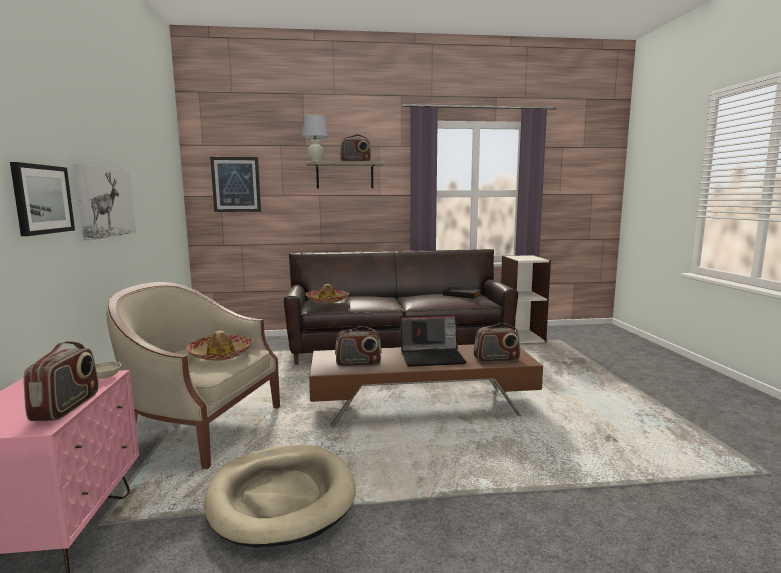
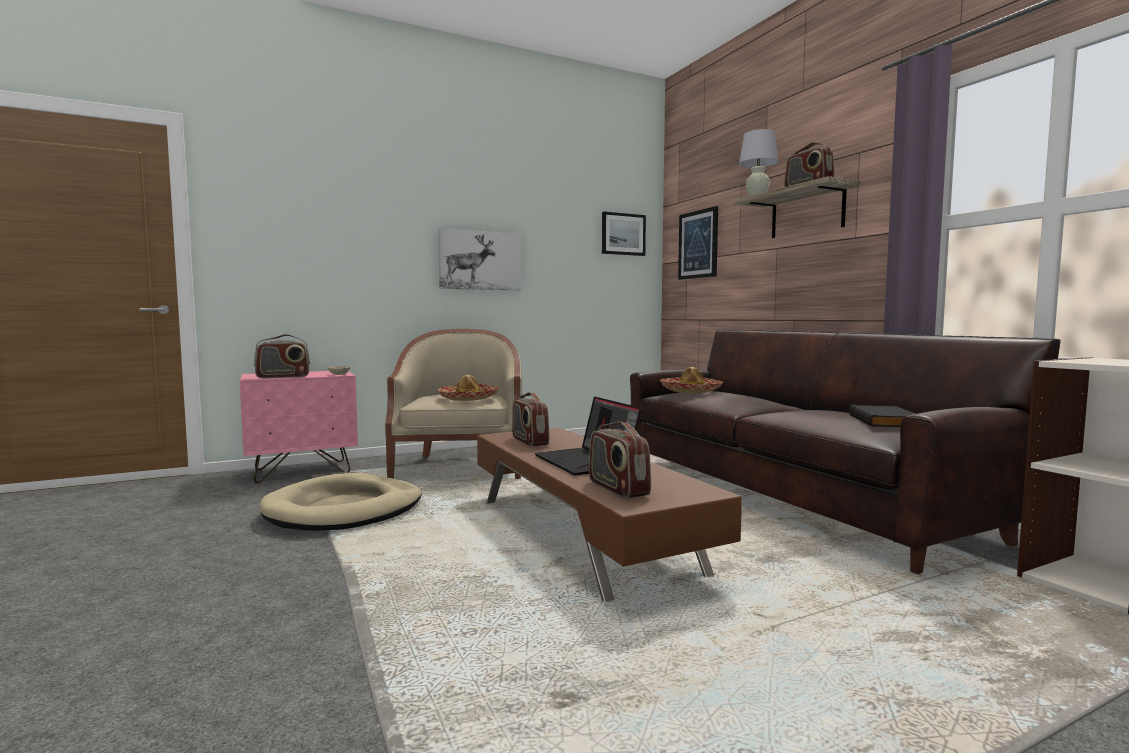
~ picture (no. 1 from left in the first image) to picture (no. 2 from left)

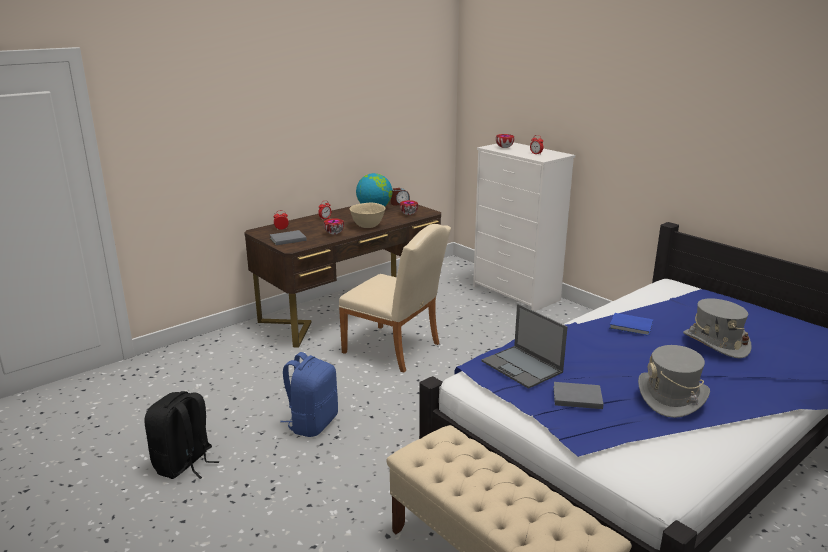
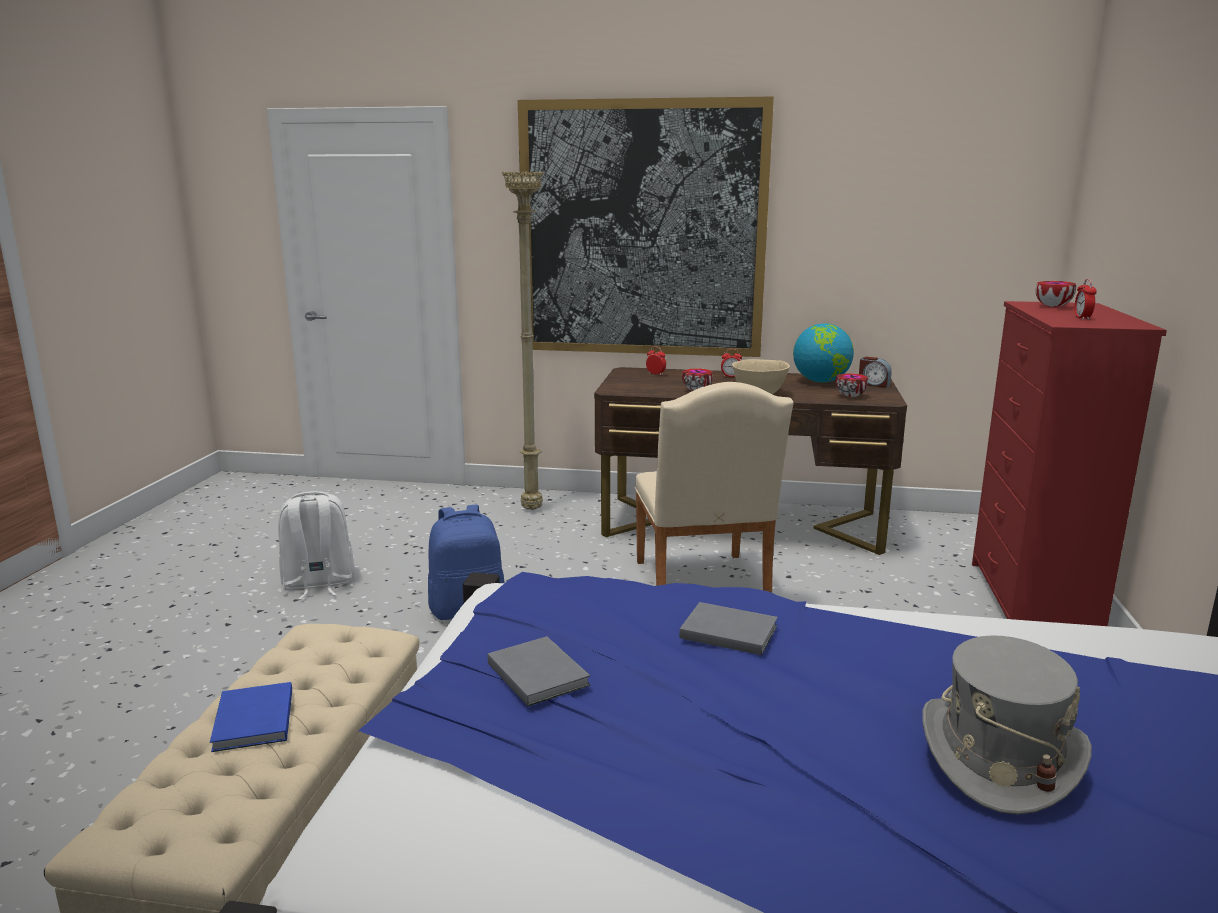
~ blackish rucksack to white-coloured rucksack
~ greyish bound book (no. 1 from left in the first image) to greyish bound book (no. 2 from left)
~ white-coloured drawer chest to red-coloured drawer chest
- notebook computer
~ blue bound book
- greyish wearable hat (no. 1 from left)
+ sand-coloured standing lamp
+ picture

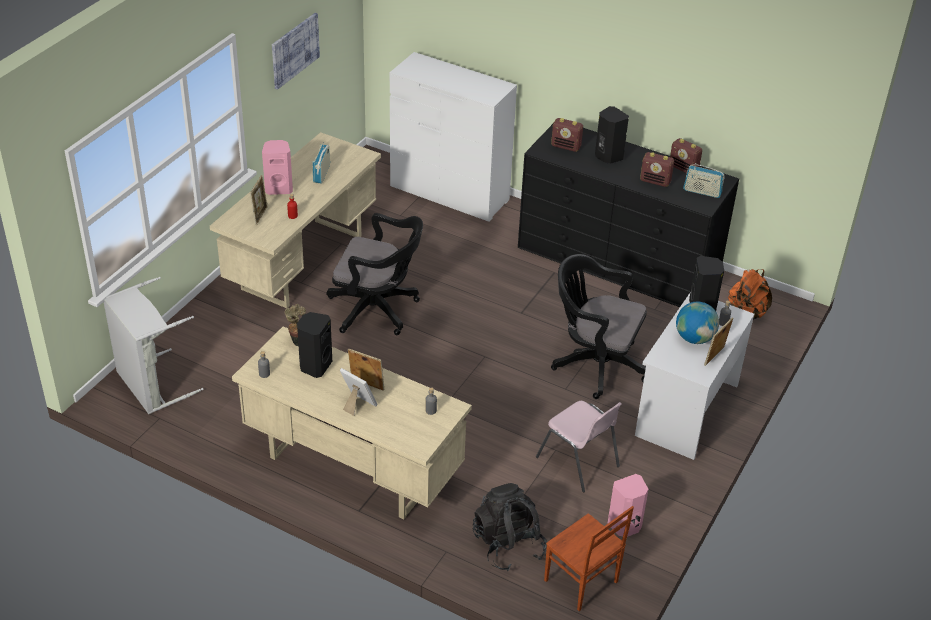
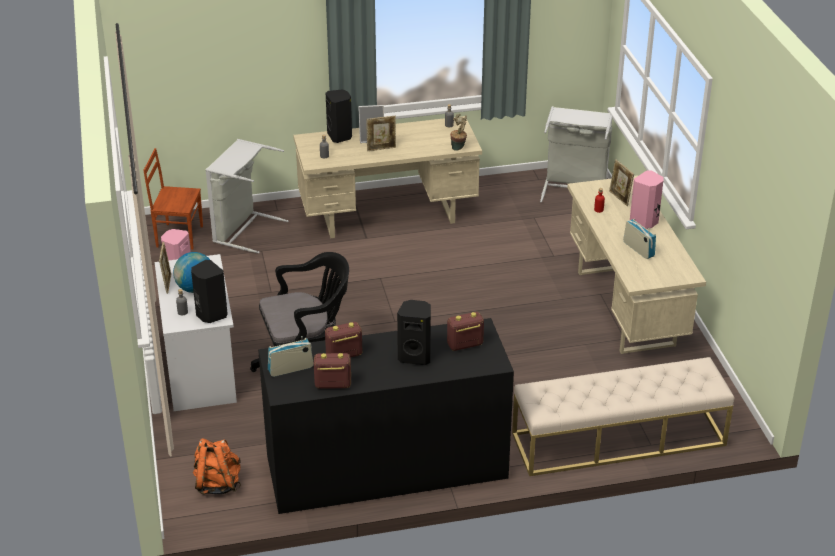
- picture
~ blackish speaker (no. 1 from left in the first image) to blackish speaker (no. 2 from left)
- blackish desk chair (no. 1 from left)
~ white-coloured drawer chest to sand-coloured bench
~ blackish rucksack to greyish washing basket (no. 1 from left)
- pink-coloured plain chair

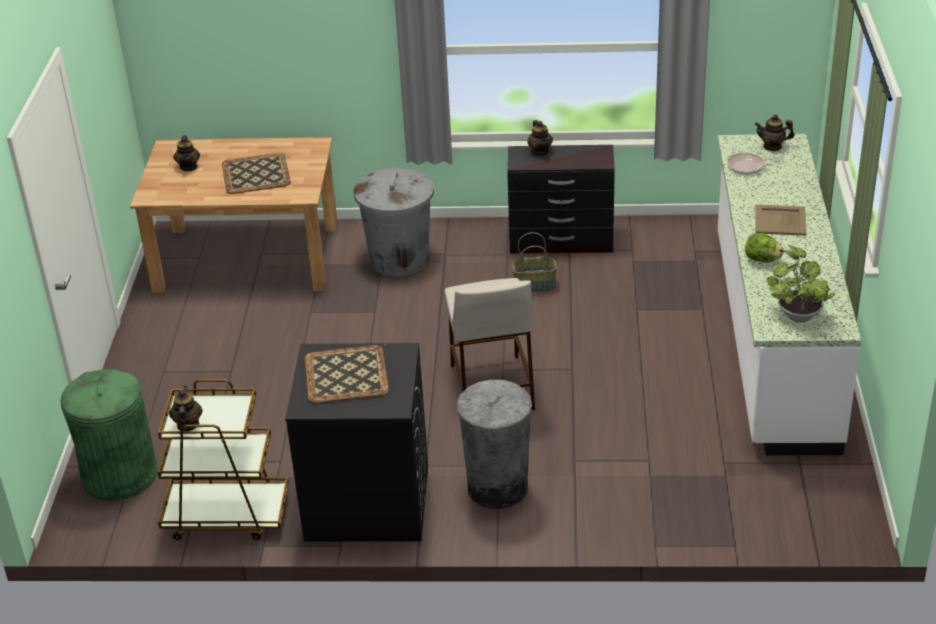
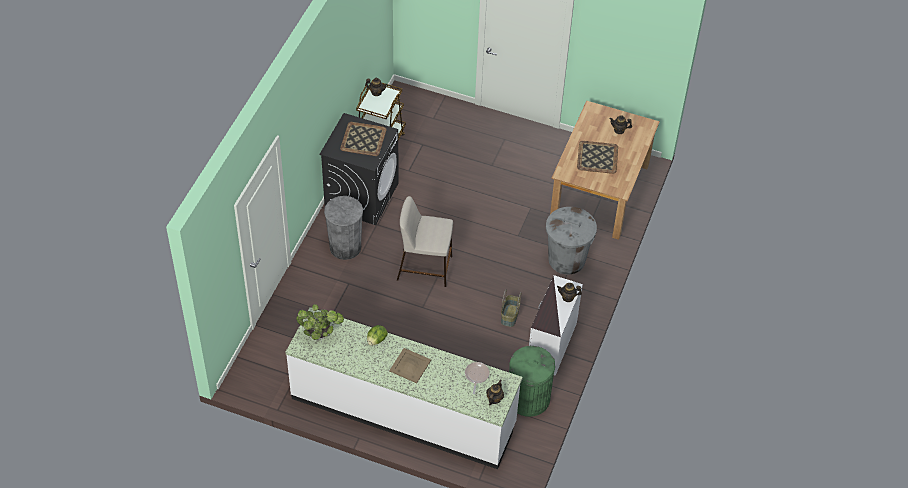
~ greenish trash can
~ blackish drawer chest to white-coloured drawer chest

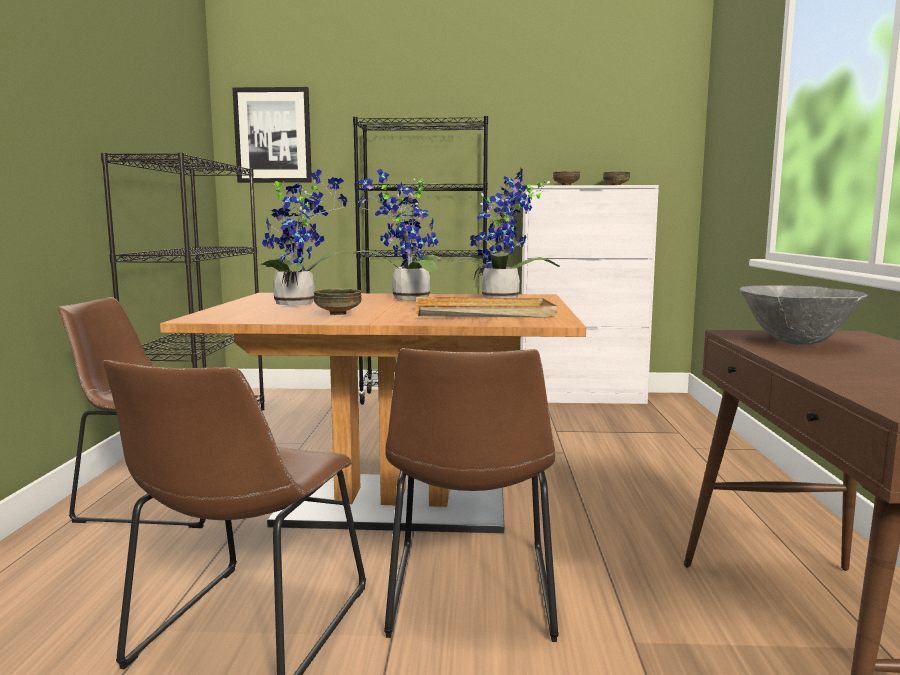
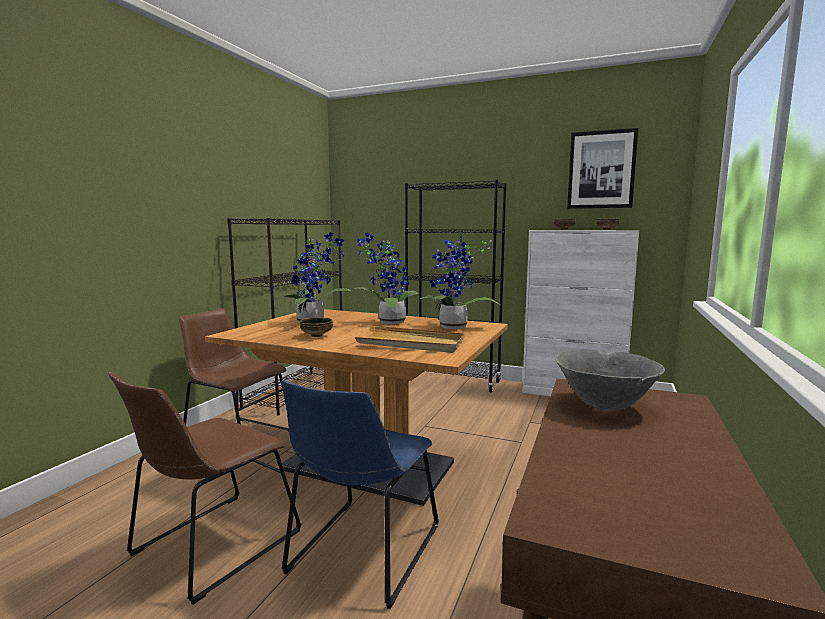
~ picture
~ brown plain chair (no. 3 from left) to blue plain chair

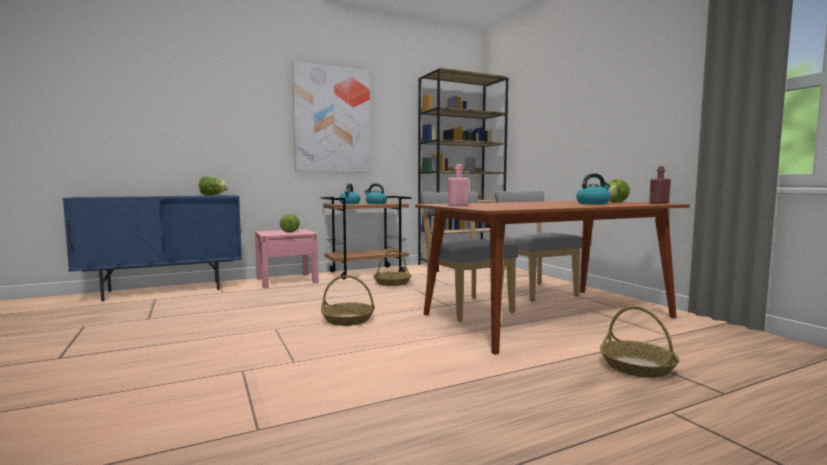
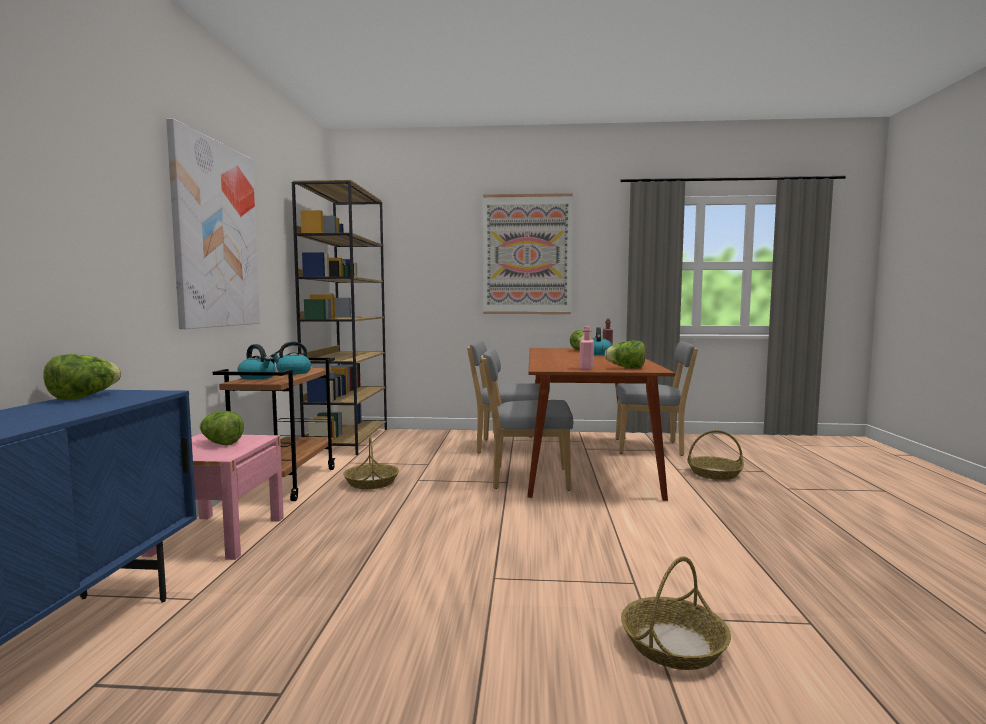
~ basket (no. 1 from left in the first image) to basket (no. 2 from left)
+ picture (no. 2 from left)
+ lettuce head (no. 4 from left)
+ greyish plain chair (no. 3 from left)

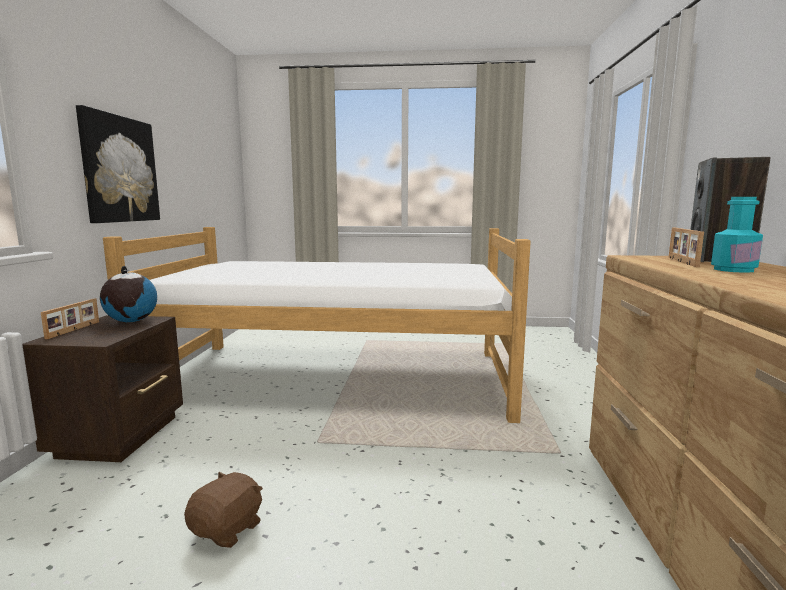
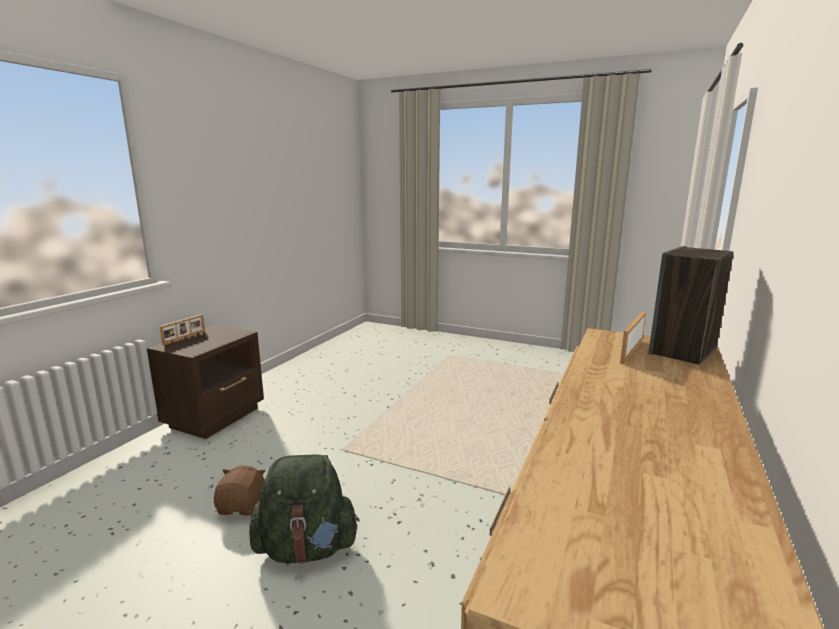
- picture
- globe
- bed
~ brown soft toy 45 degrees counterclockwise
- blue-green beverage bottle
+ greenish rucksack

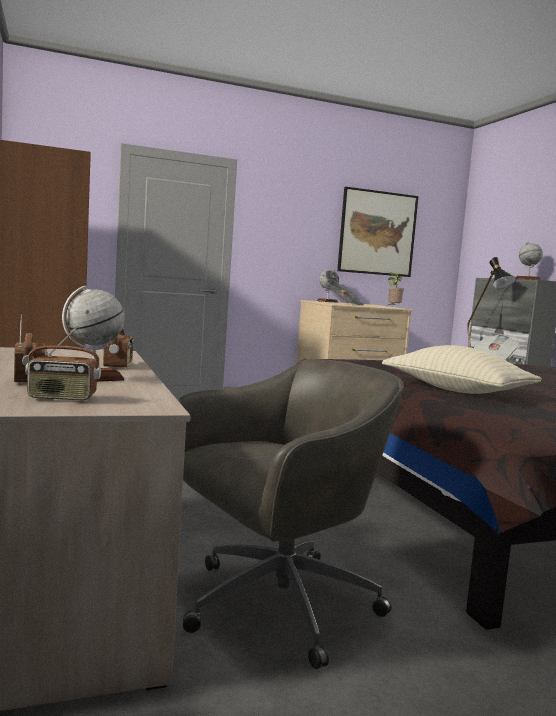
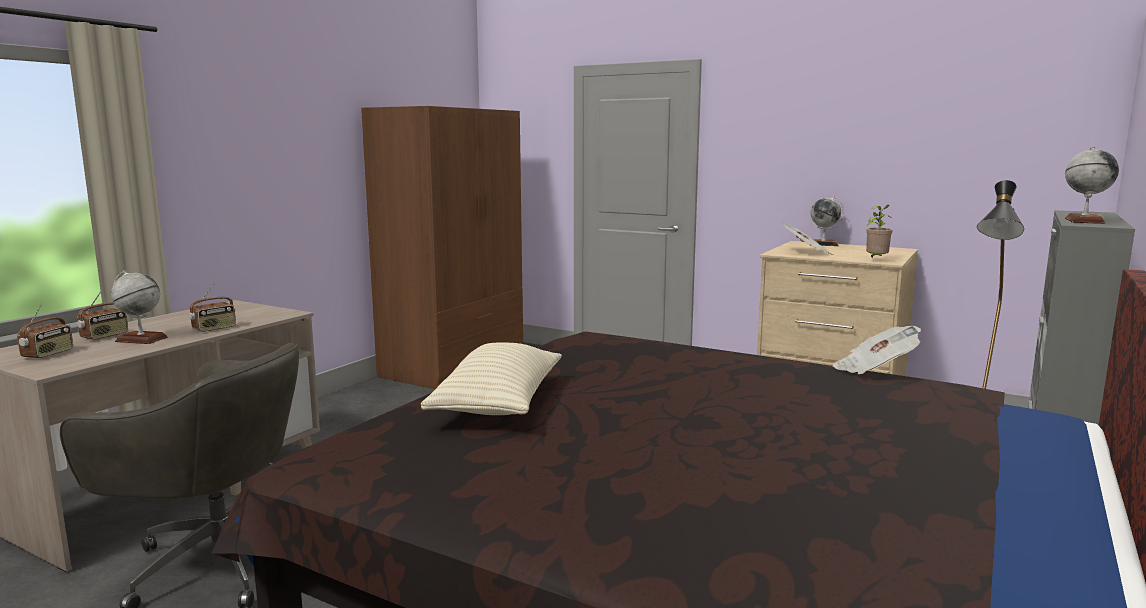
~ radio receiver (no. 2 from left in the first image) 120 degrees counterclockwise
- picture

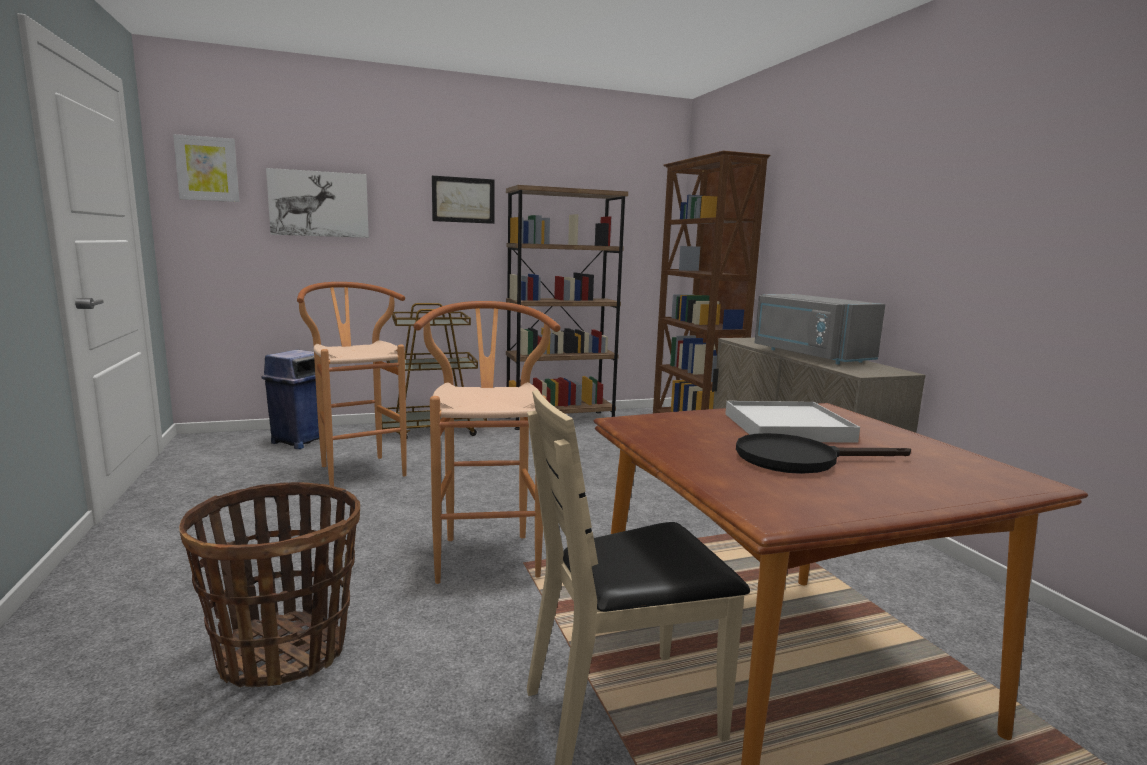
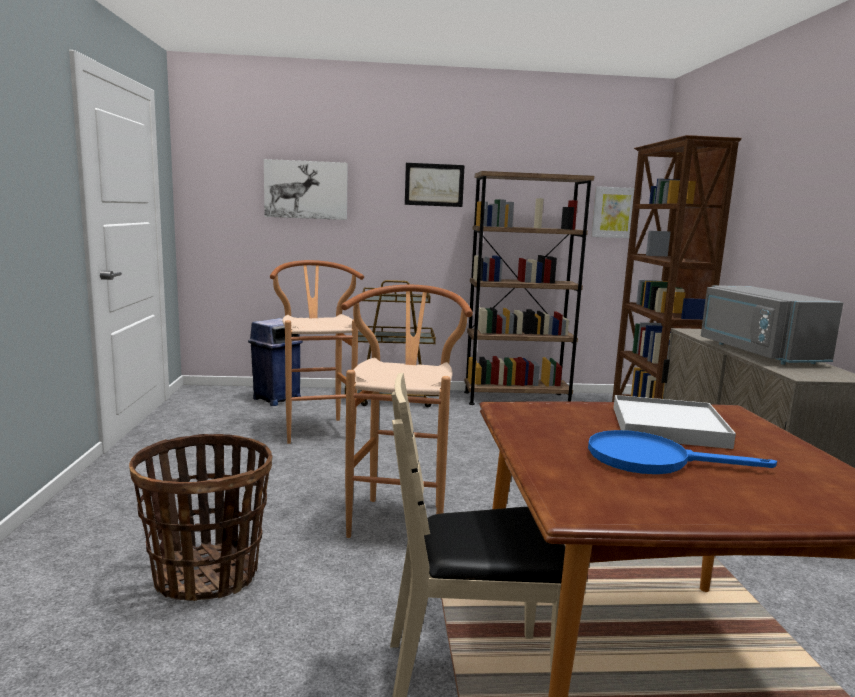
~ picture (no. 1 from left in the first image) to picture (no. 3 from left)
~ blackish frying pan to blue frying pan

